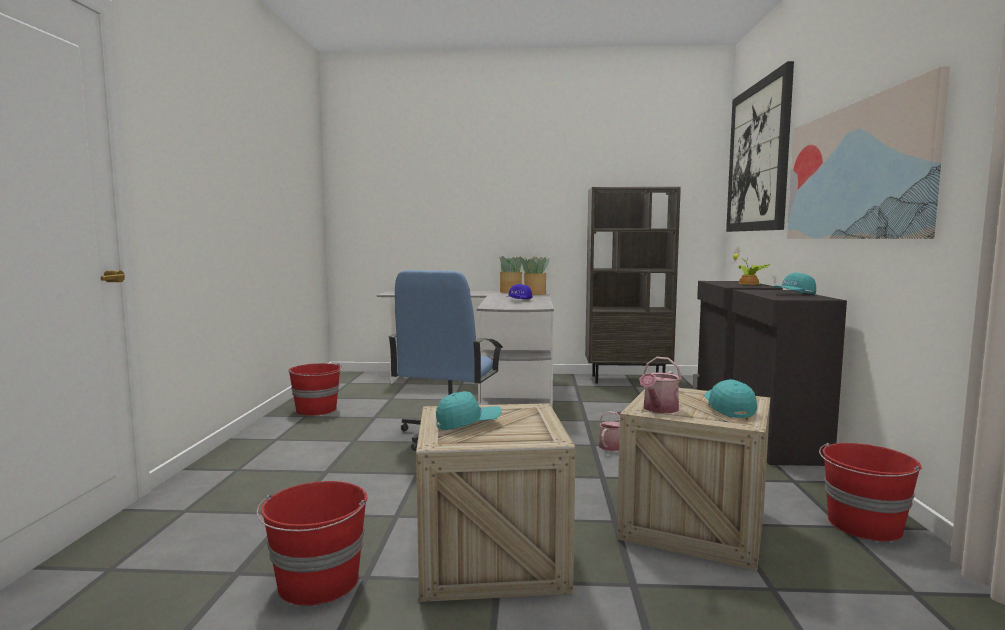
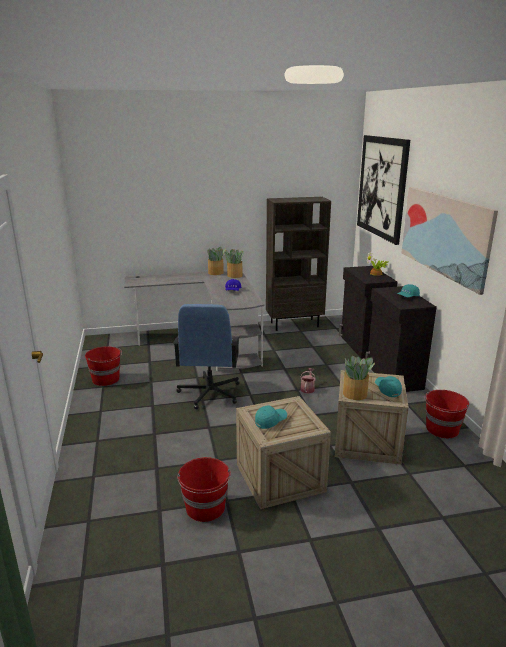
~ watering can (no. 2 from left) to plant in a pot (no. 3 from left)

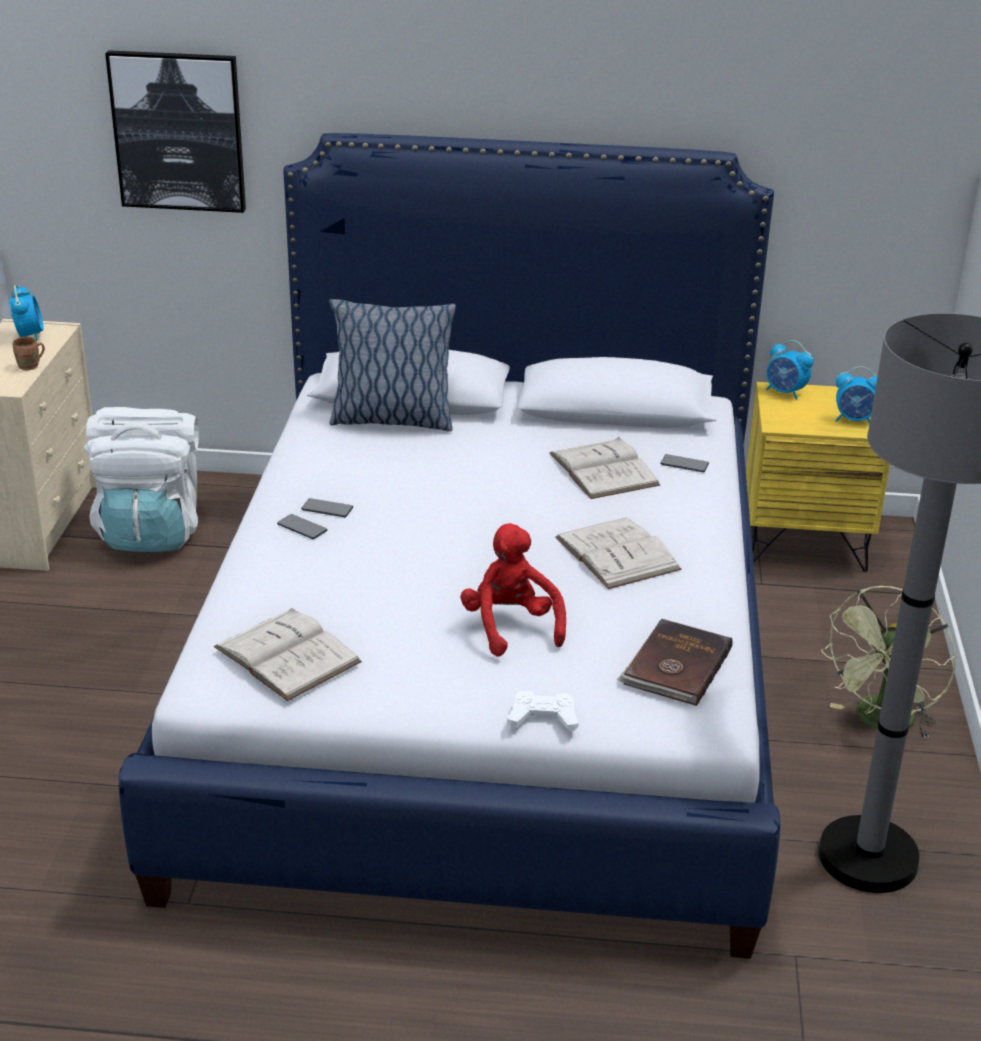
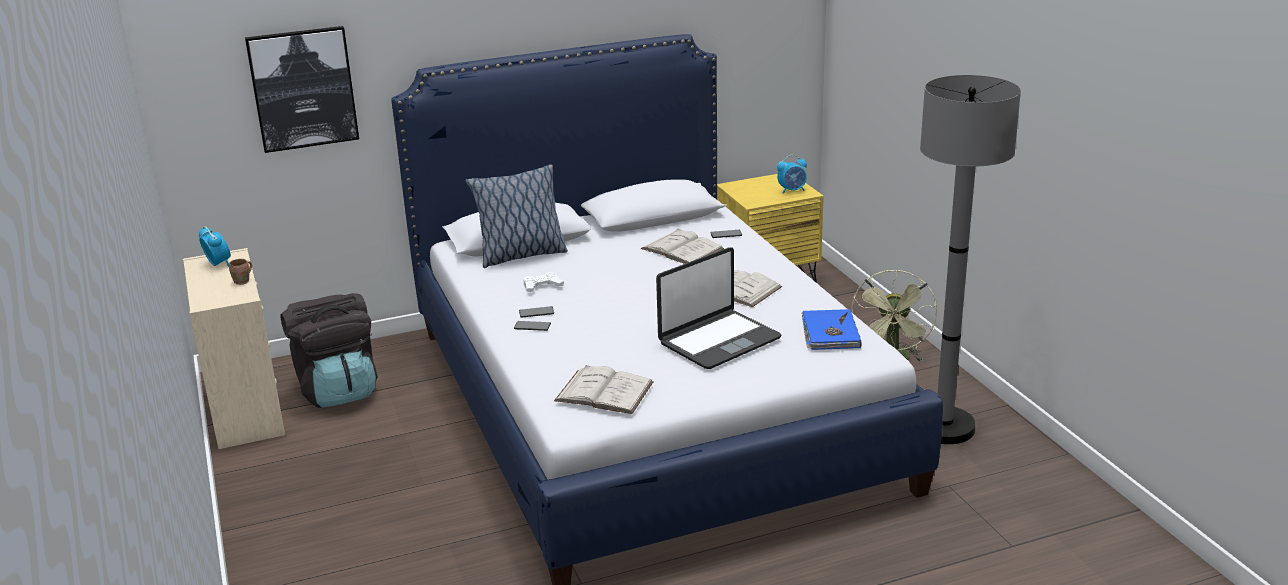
~ white-coloured rucksack to blackish rucksack
~ red-coloured soft toy to notebook computer
~ white-coloured game controller
~ brown bound book to blue bound book
- alarm clock (no. 2 from left)

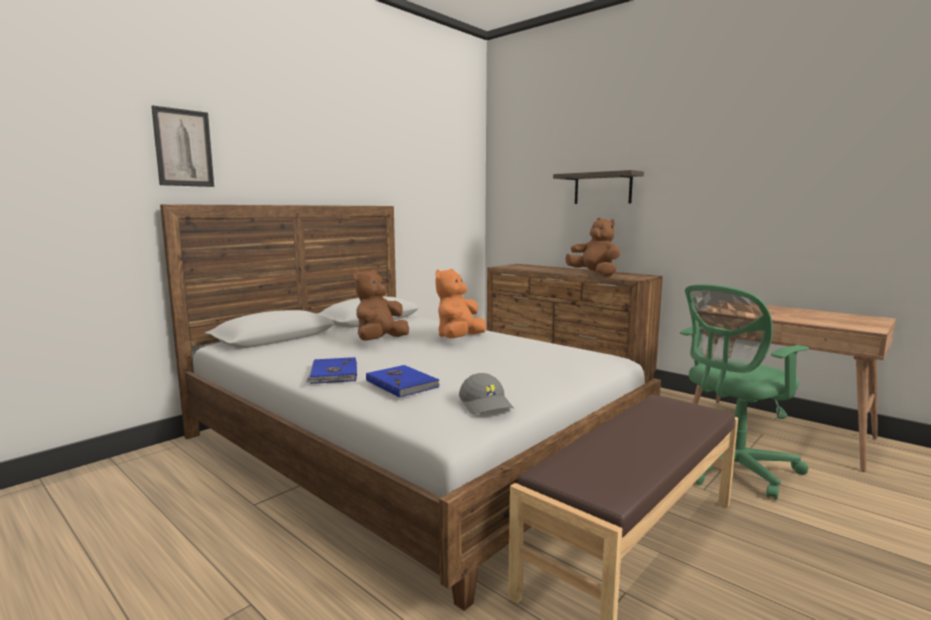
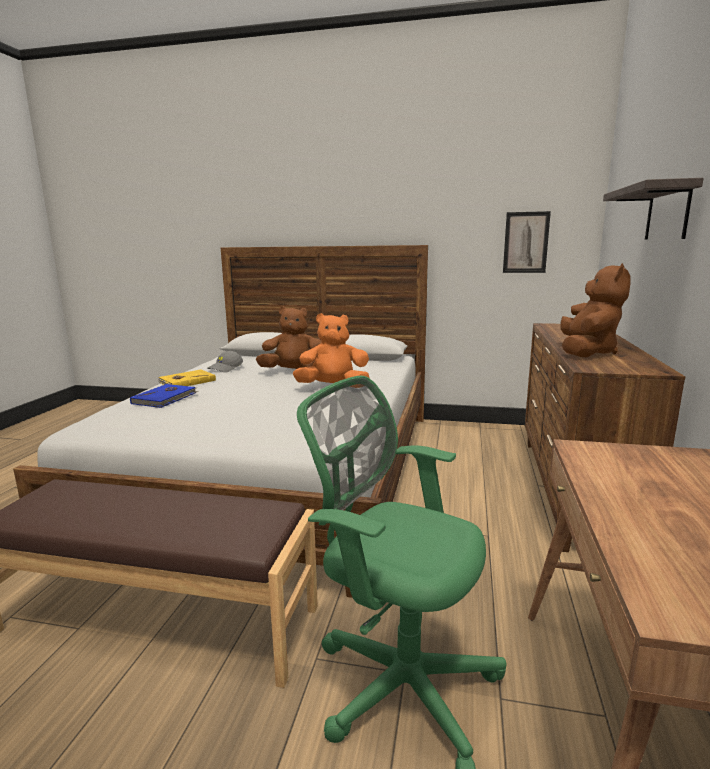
~ picture
~ blue bound book (no. 1 from left) to yellow-coloured bound book
~ greyish peaked cap

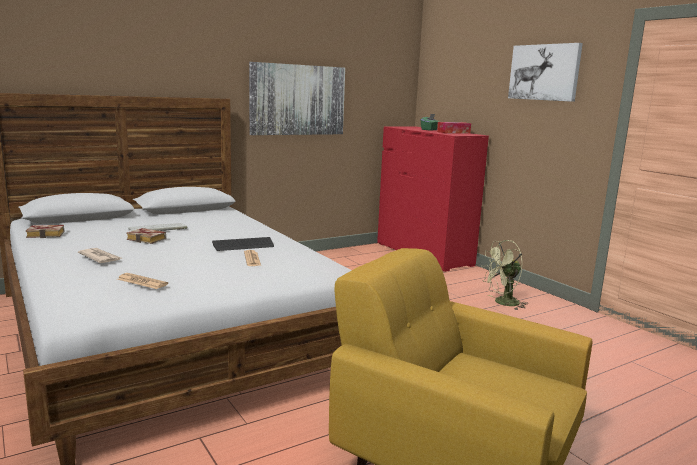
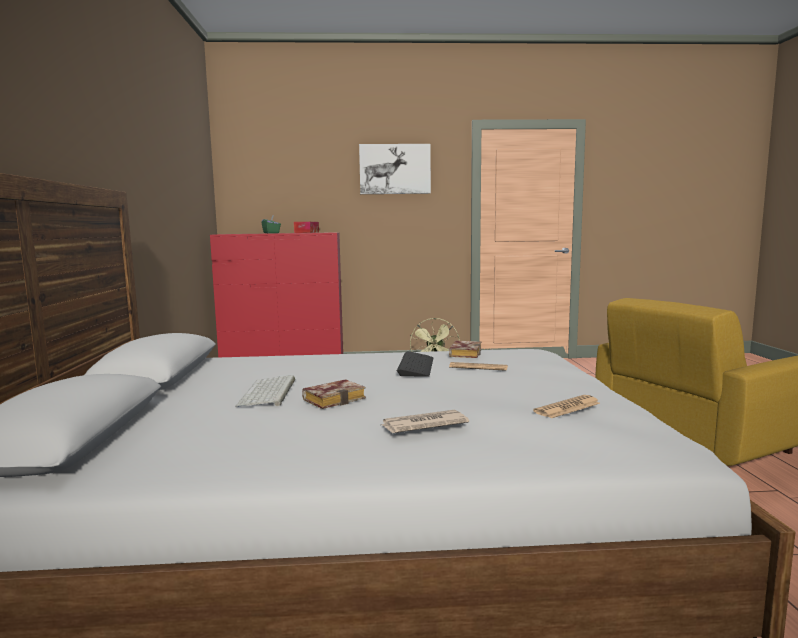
~ bound book (no. 1 from left in the first image) to bound book (no. 2 from left)
- picture (no. 1 from left)

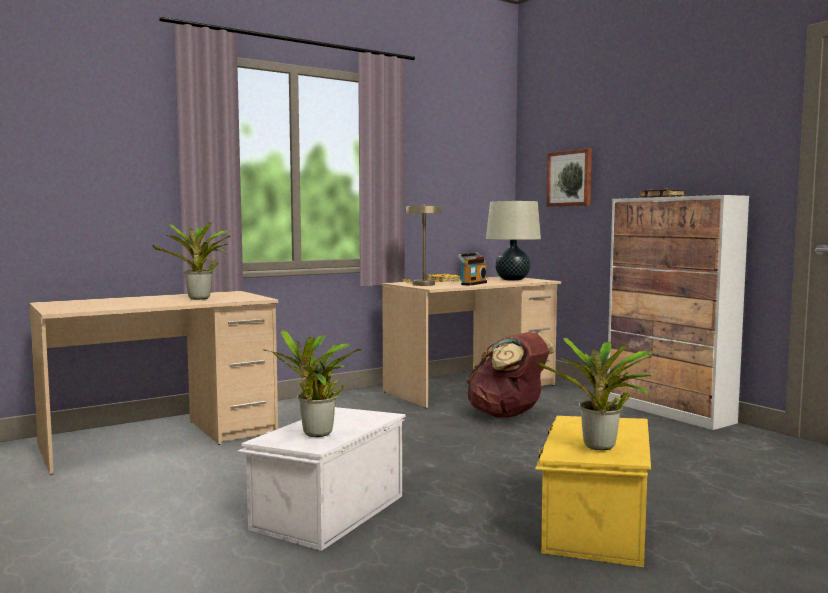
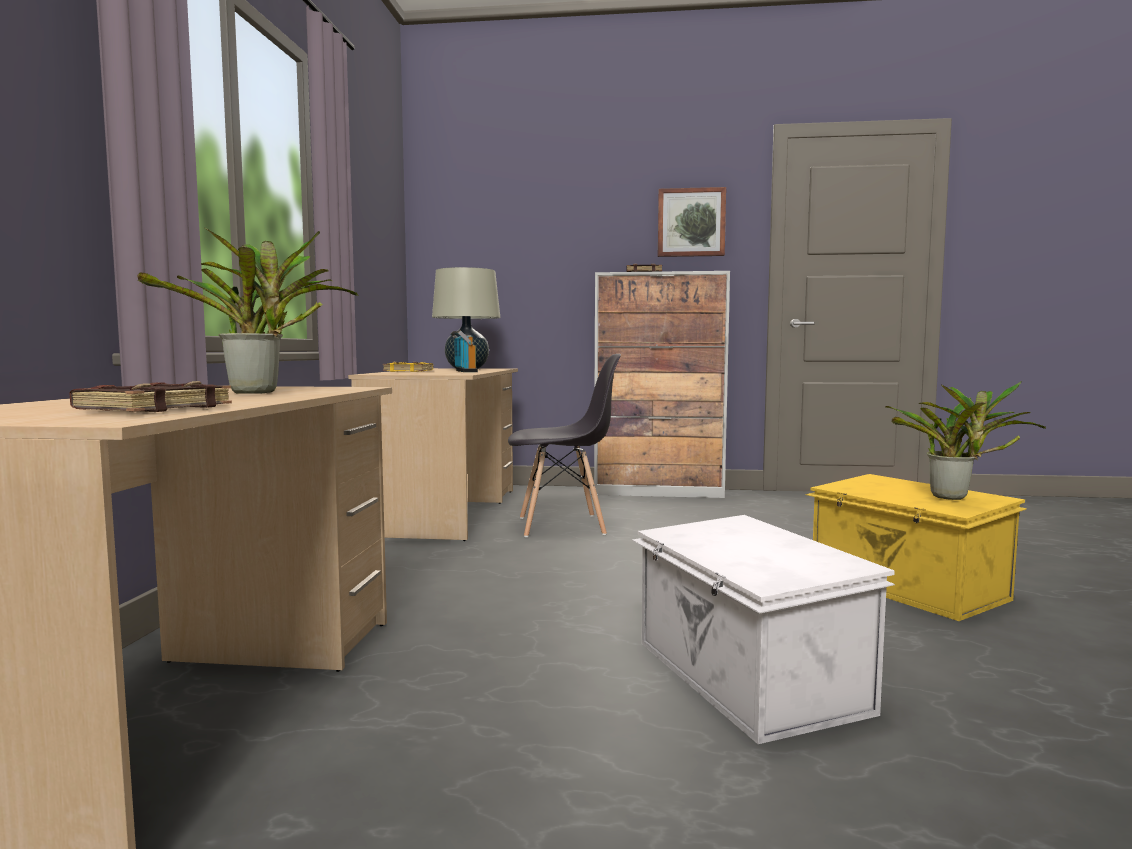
- plant in a pot (no. 2 from left)
- sand-coloured lamp for a table (no. 1 from left)
~ brown rucksack to greyish plain chair
~ picture
+ brown bound book (no. 1 from left)

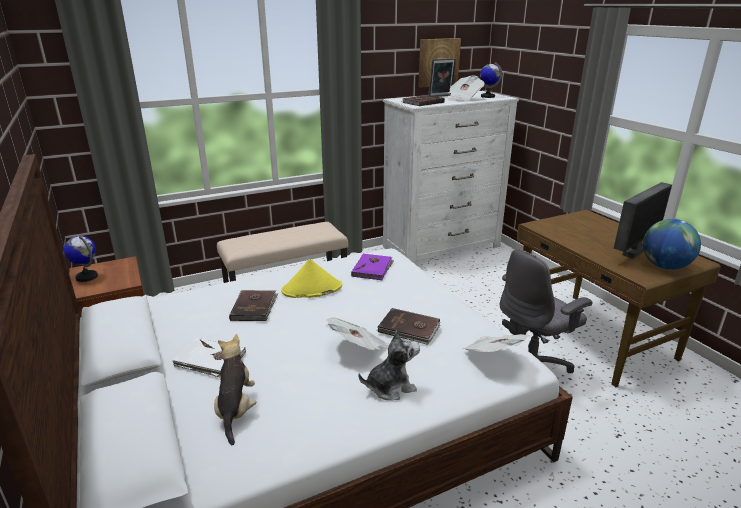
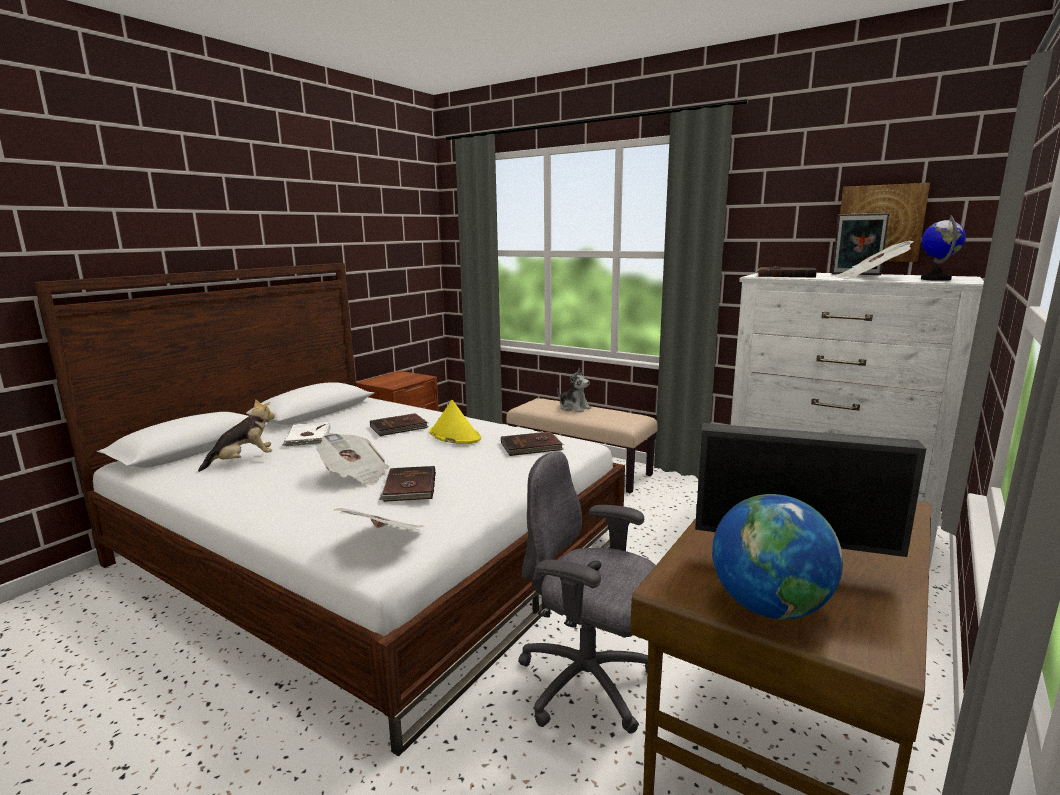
- globe (no. 1 from left)
~ purplish bound book to brown bound book (no. 3 from left)
~ soft toy (no. 2 from left)

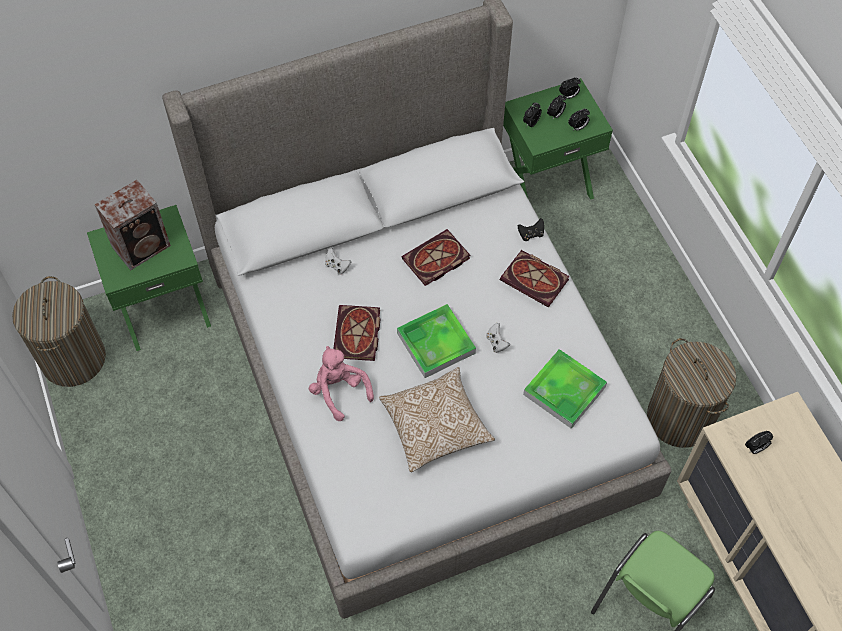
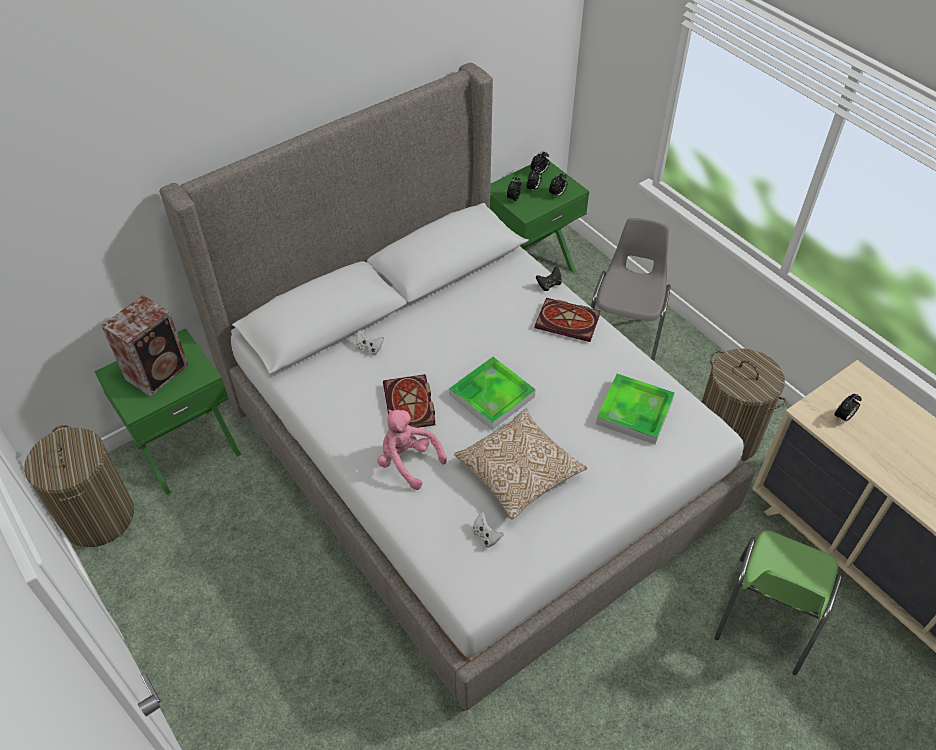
- bound book (no. 2 from left)
~ white-coloured game controller (no. 2 from left)
+ greyish plain chair

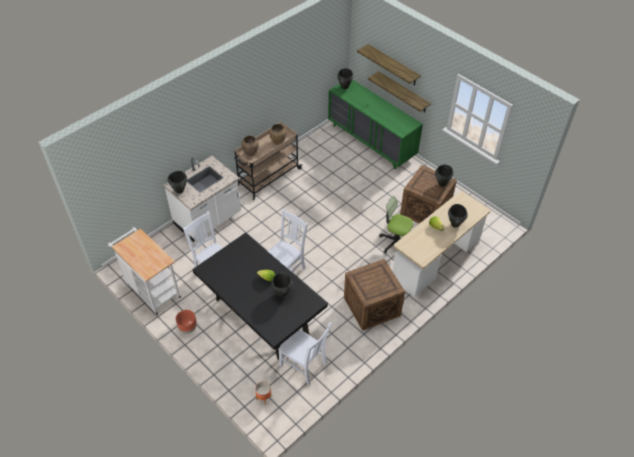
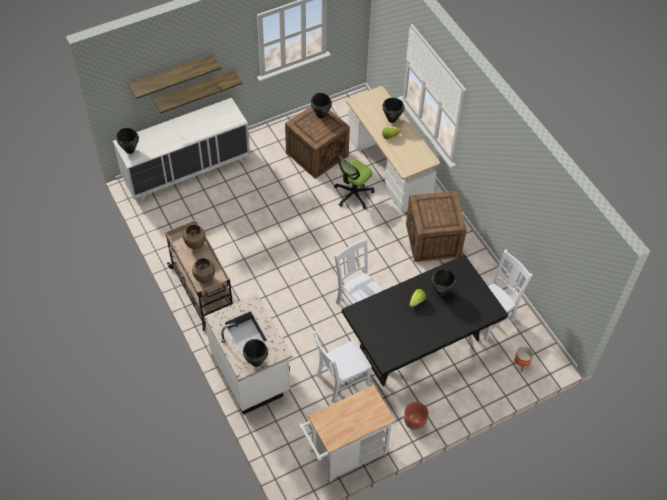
~ greenish drawer chest to white-coloured drawer chest

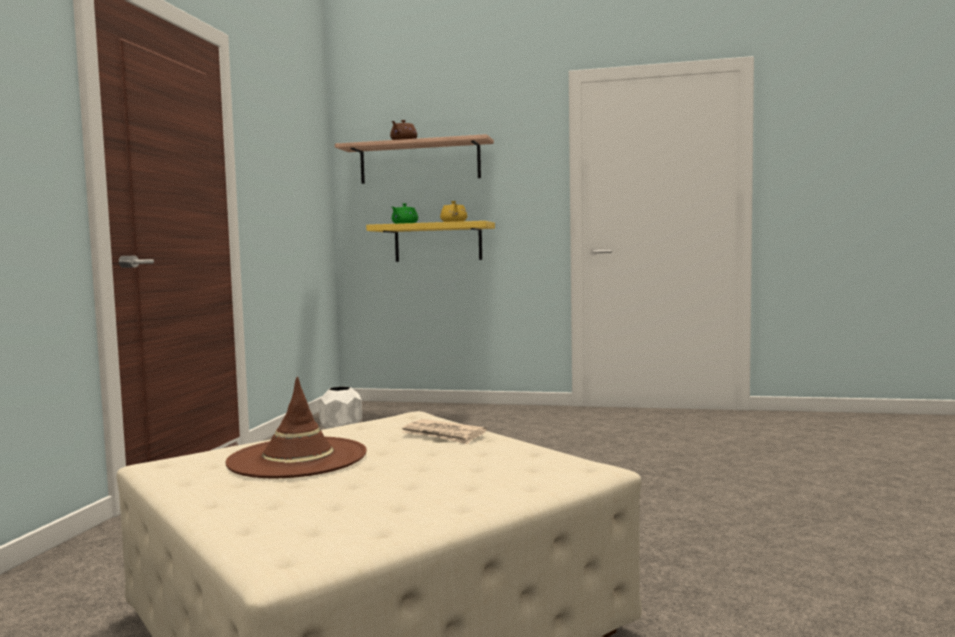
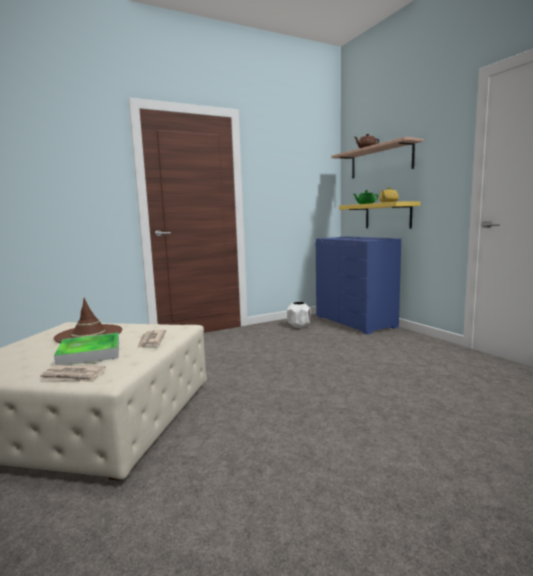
+ daily paper (no. 1 from left)
+ tray
+ blue drawer chest

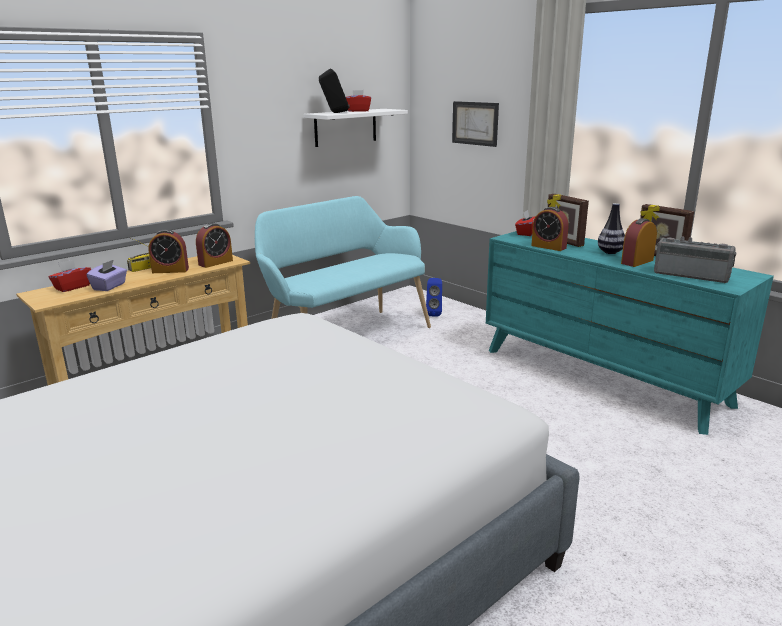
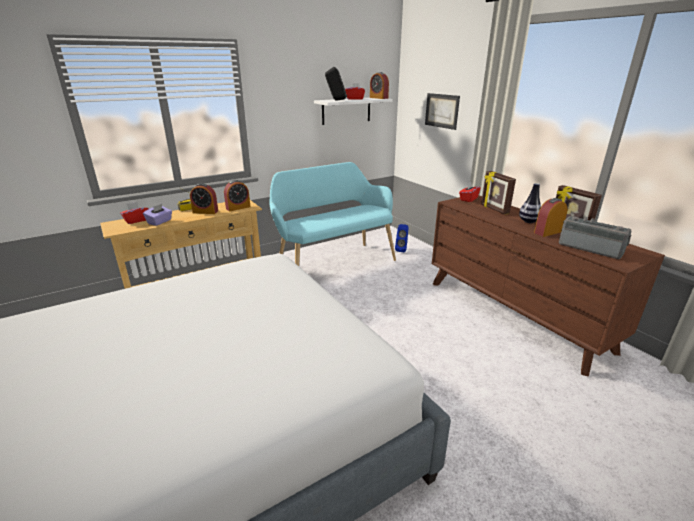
~ blue-green drawer chest to brown drawer chest
~ alarm clock (no. 3 from left)

